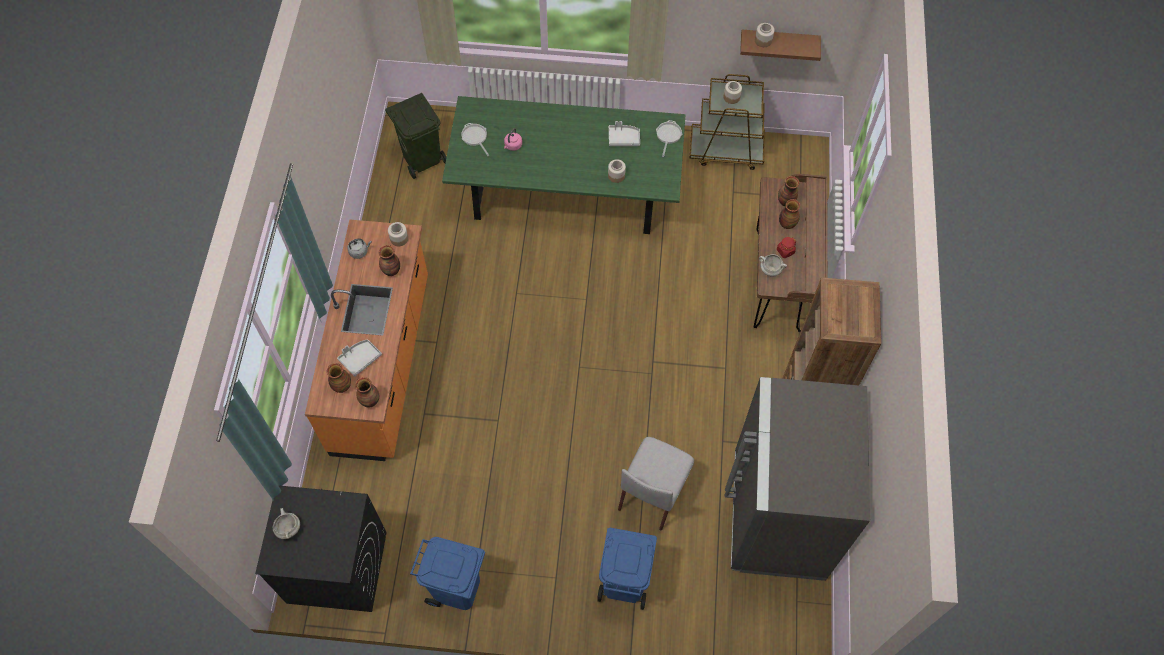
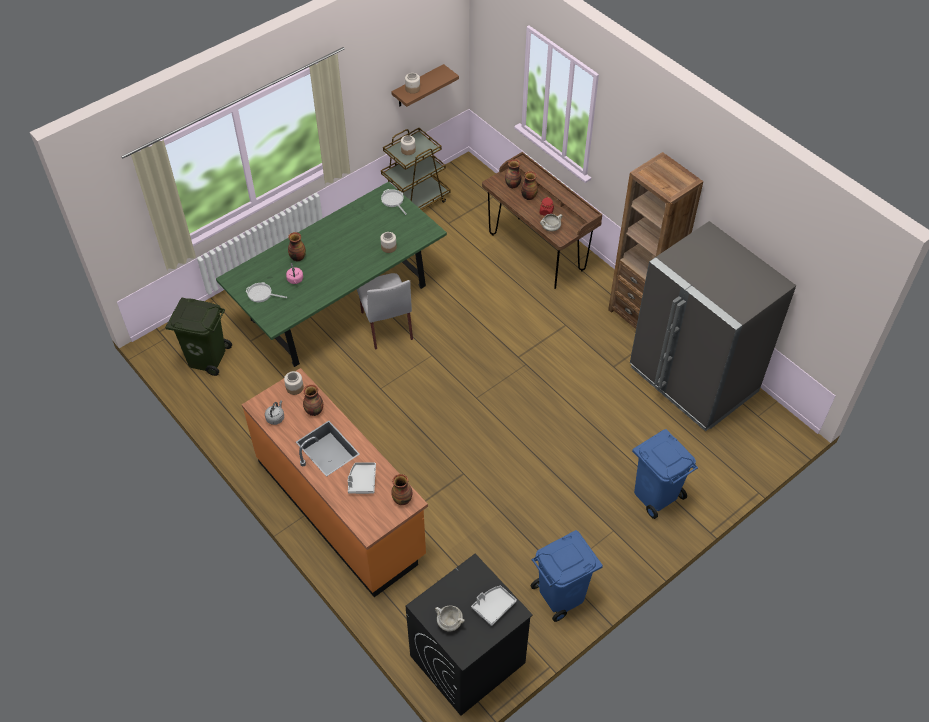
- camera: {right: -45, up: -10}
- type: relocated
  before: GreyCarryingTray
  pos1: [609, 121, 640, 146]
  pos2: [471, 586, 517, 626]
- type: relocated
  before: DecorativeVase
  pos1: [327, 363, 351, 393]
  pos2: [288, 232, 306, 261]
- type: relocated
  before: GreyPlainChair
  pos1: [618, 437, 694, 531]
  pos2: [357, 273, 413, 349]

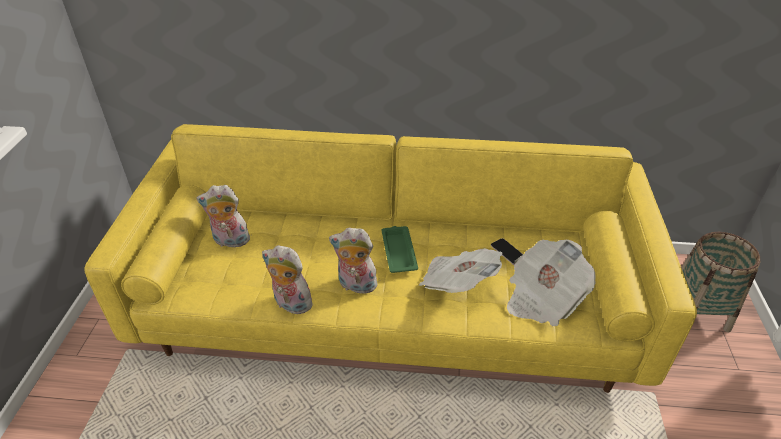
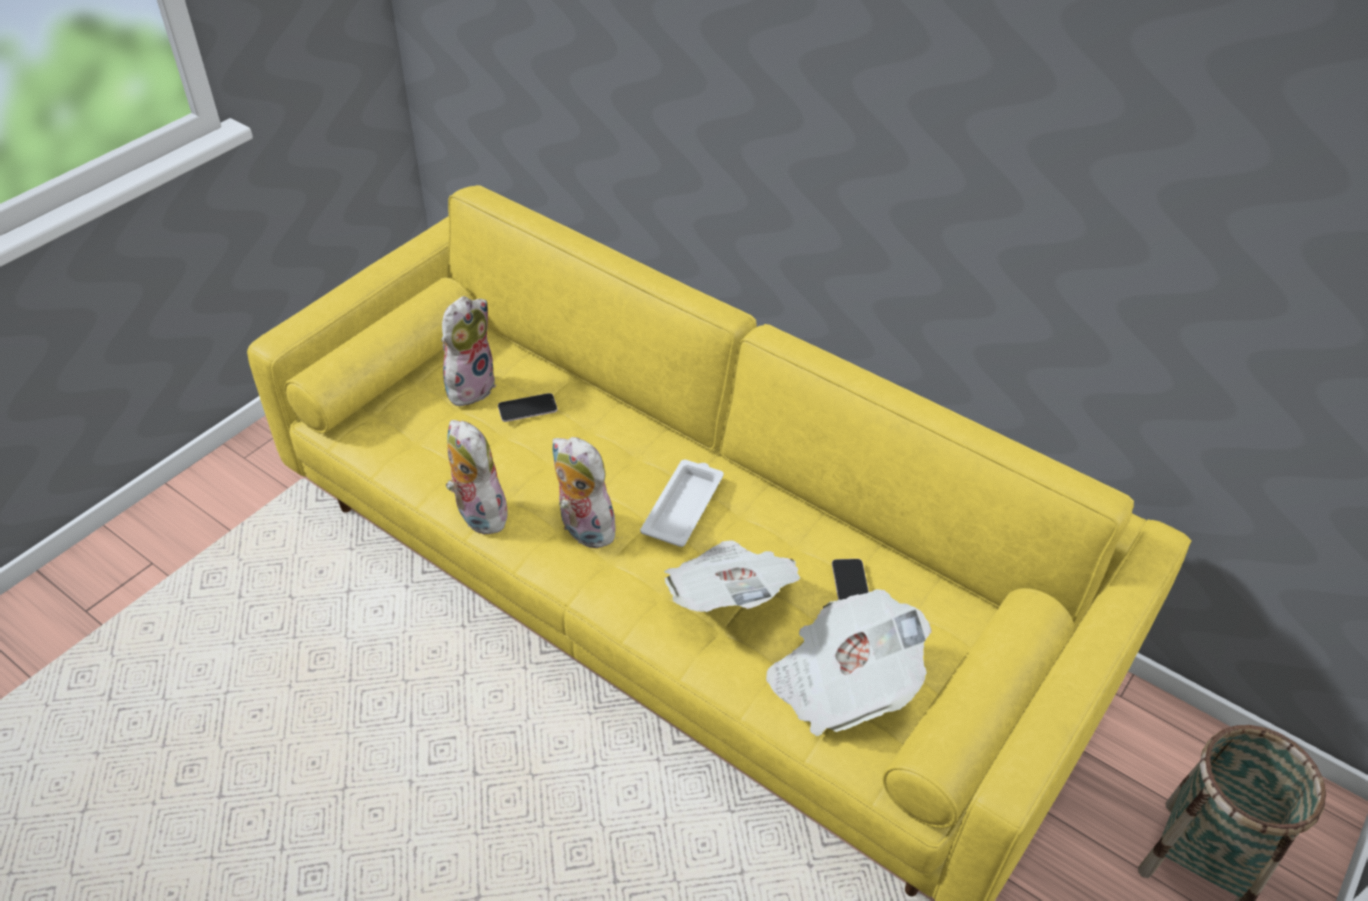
- camera: {right: 30, up: 5}
- type: spun
  before: CuddlyToy
  pos1: [196, 185, 250, 248]
  pos2: [441, 296, 496, 406]
  turn: 90
- type: colour
  before: GreenCarryingTray
  after: WhitishCarryingTray
  pos1: [381, 226, 418, 273]
  pos2: [640, 460, 724, 547]
- type: appeared
  after: Telephone
  pos2: [498, 393, 558, 422]

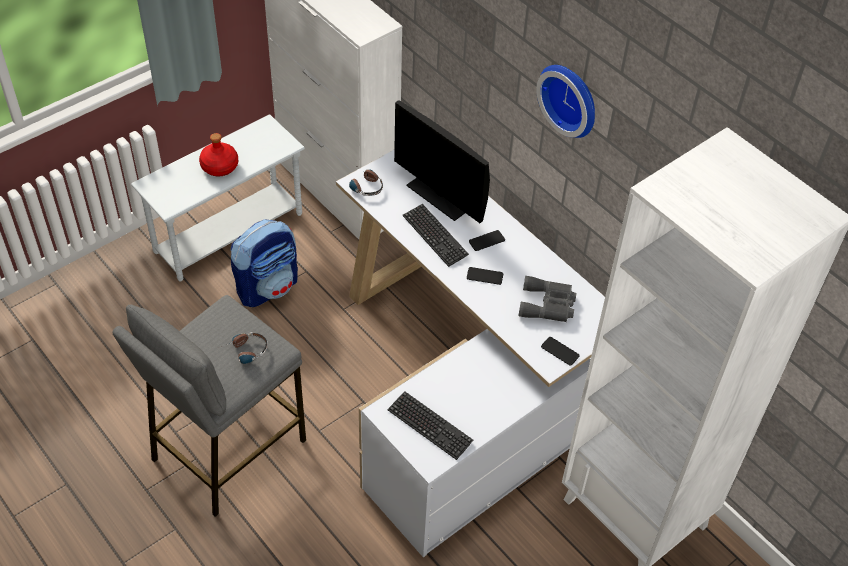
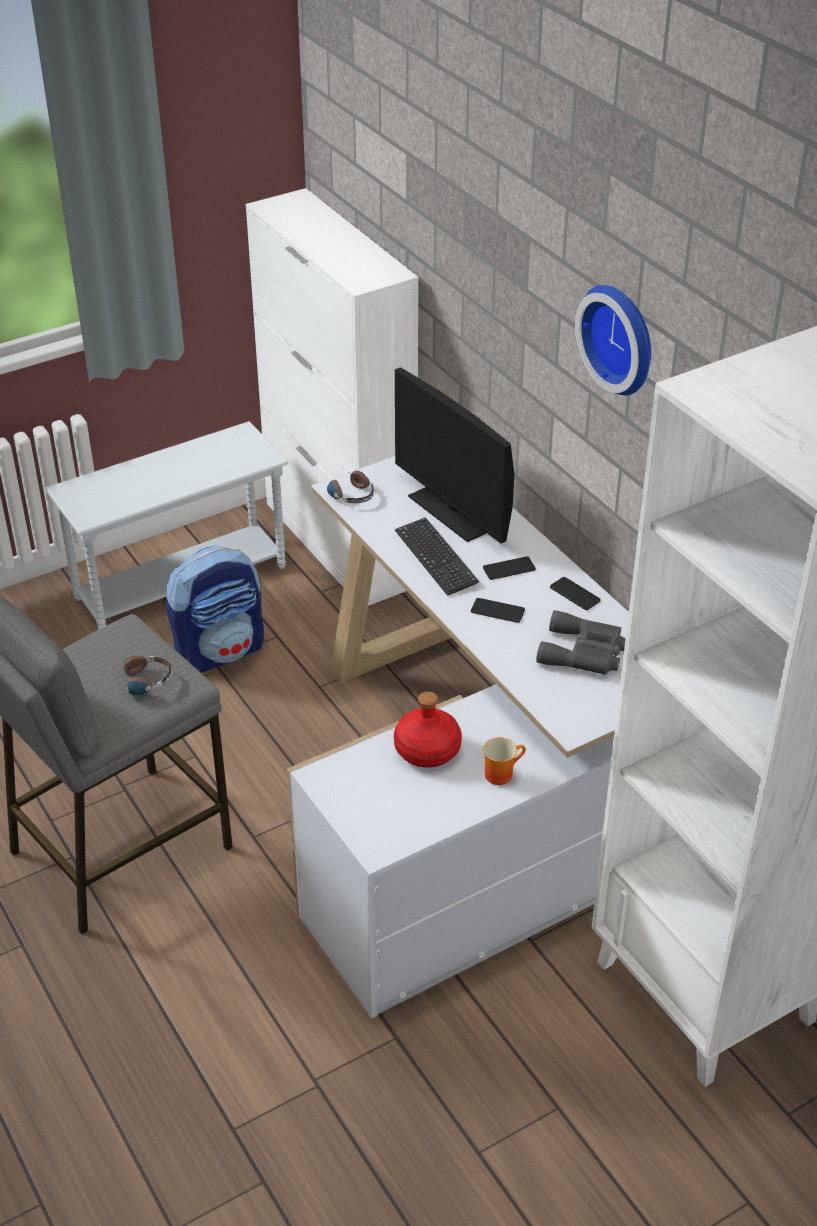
- camera: {right: 10, up: -10}
- type: relocated
  before: RedBeverageBottle
  pos1: [199, 133, 238, 176]
  pos2: [394, 691, 462, 768]
- type: relocated
  before: Telephone
  pos1: [541, 337, 580, 366]
  pos2: [550, 577, 601, 610]
- type: missing
  before: PcKeyboard
  pos1: [387, 391, 473, 460]
- type: appeared
  after: CoffeeMug
  pos2: [483, 737, 526, 785]

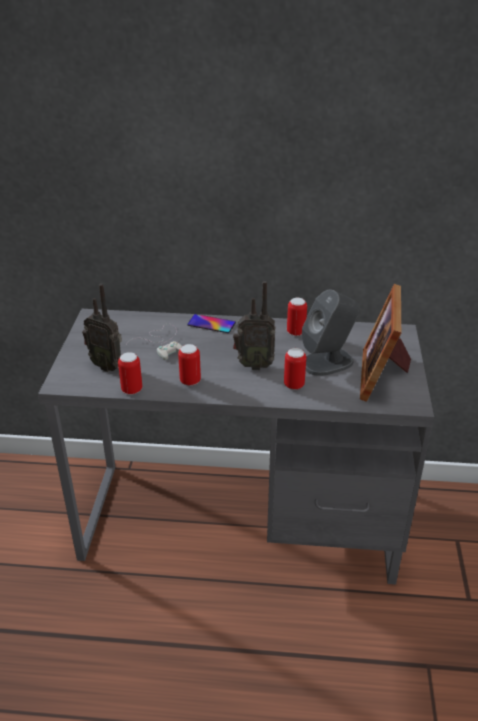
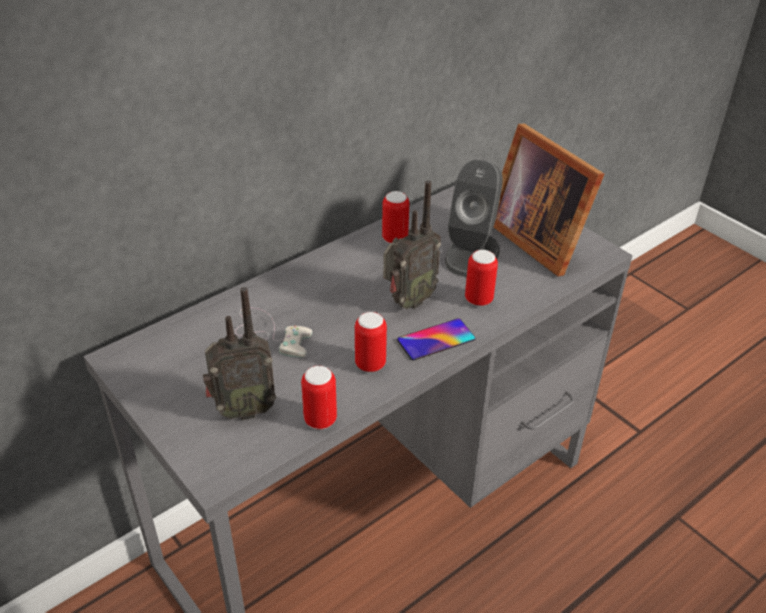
- camera: {right: -45, up: 5}
- type: relocated
  before: Telephone
  pos1: [187, 314, 236, 333]
  pos2: [397, 318, 476, 361]

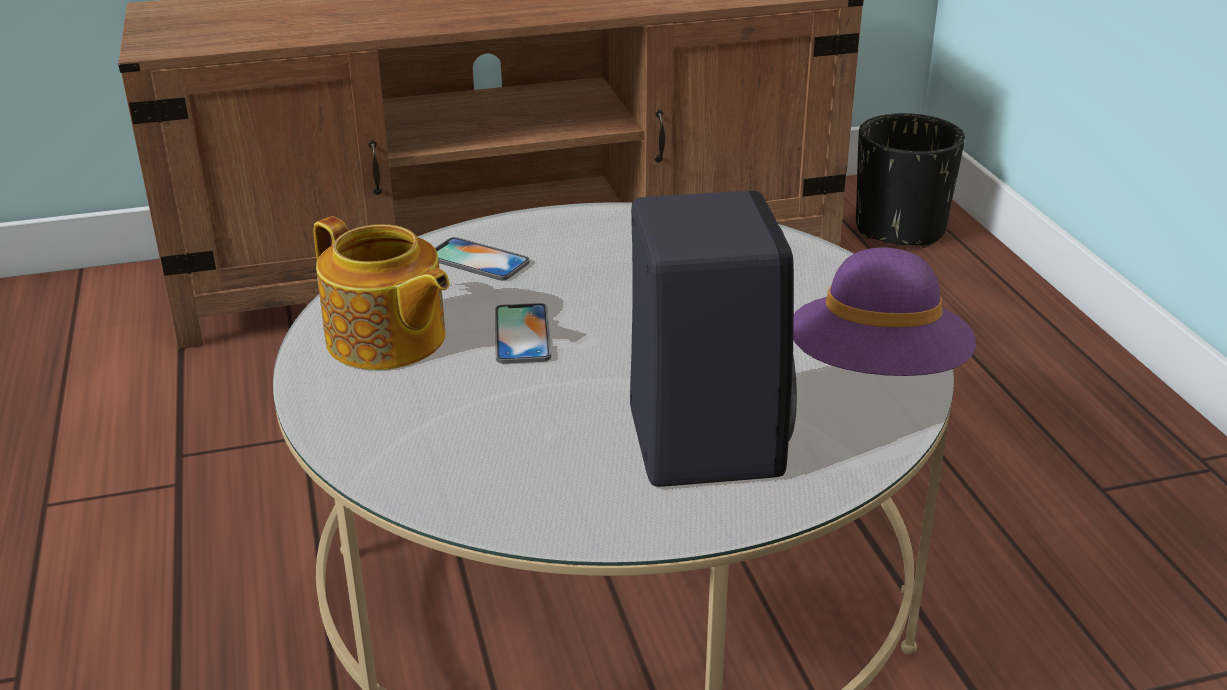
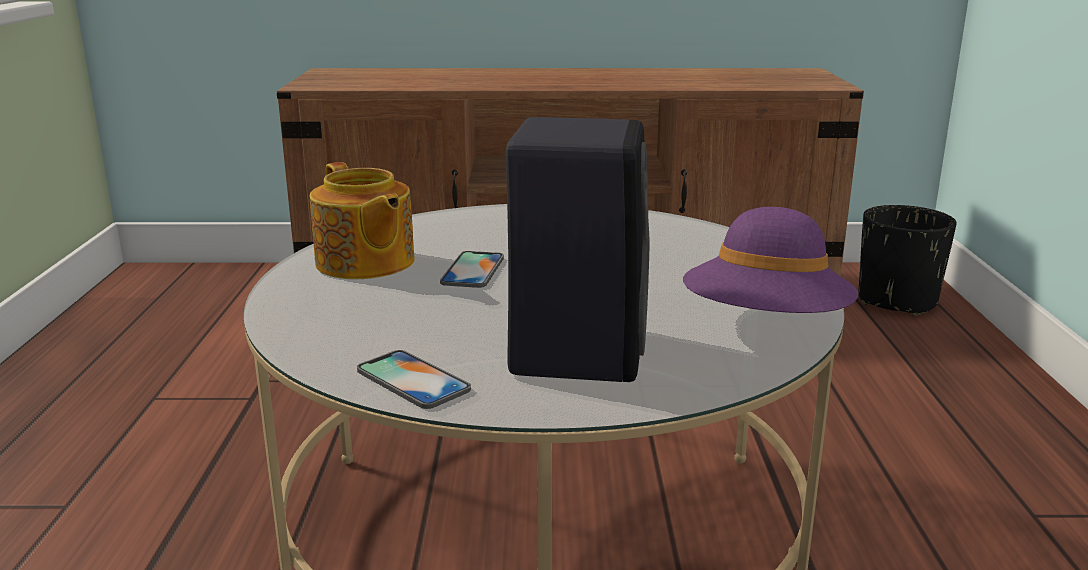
- camera: {right: 15, up: -10}
- type: relocated
  before: Telephone
  pos1: [435, 237, 530, 280]
  pos2: [357, 350, 471, 409]

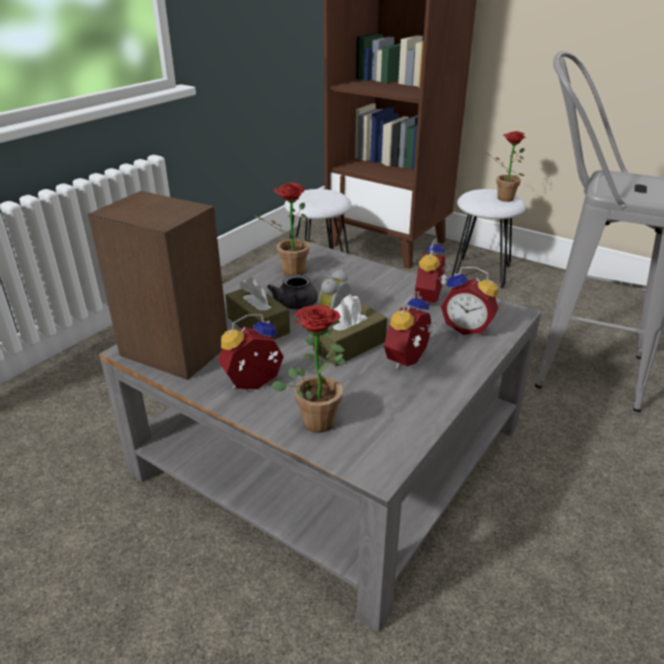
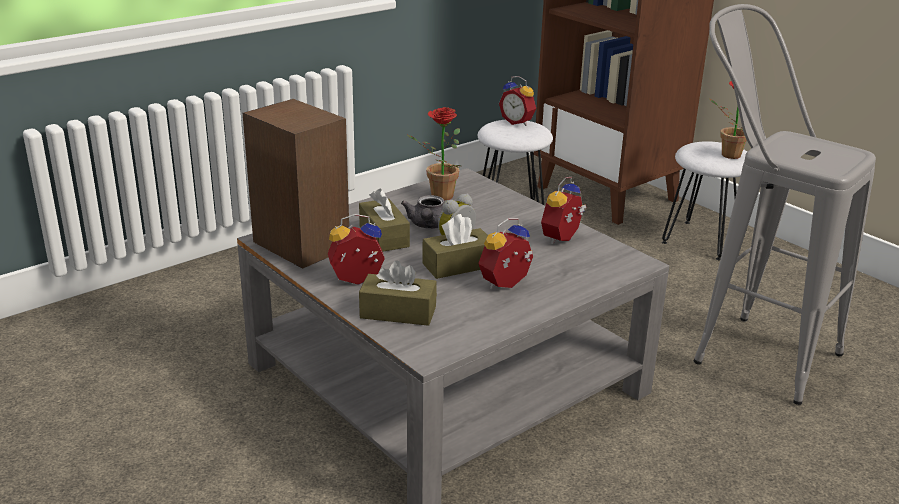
- camera: {right: 15, up: -5}
- type: relocated
  before: AlarmClock
  pos1: [441, 267, 498, 335]
  pos2: [499, 76, 536, 126]
- type: exchanged
  before: PlantInAPot
  after: BrownishTissueBox
  pos1: [271, 305, 346, 433]
  pos2: [359, 260, 437, 326]

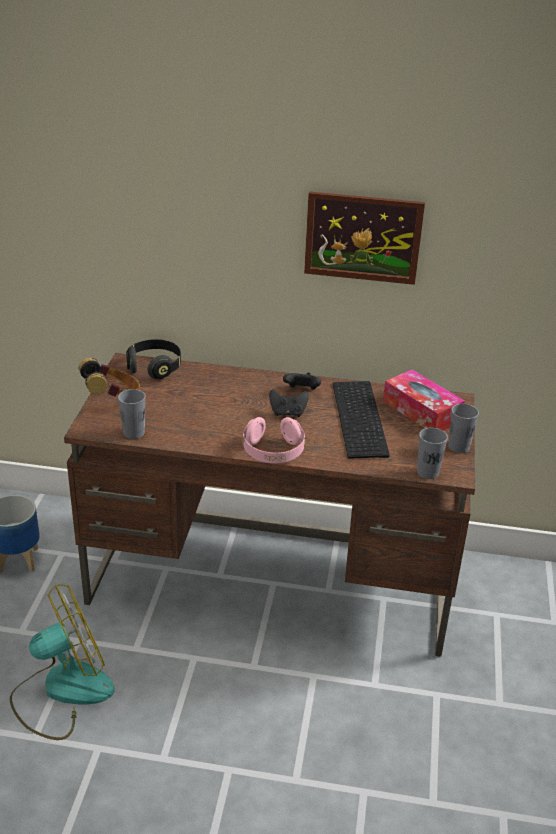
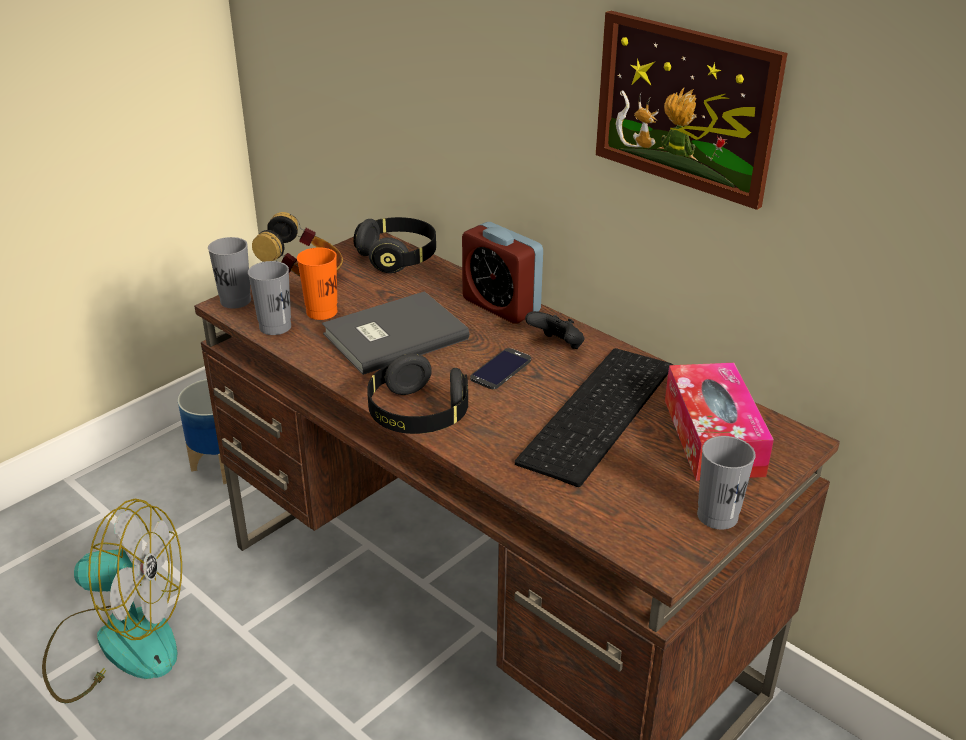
- camera: {right: 35, up: 0}
- type: exchanged
  before: BlackColouredJoypad
  after: Telephone
  pos1: [269, 389, 309, 417]
  pos2: [470, 348, 531, 389]
- type: colour
  before: PinkishHeadset
  after: BlackColouredHeadset
  pos1: [243, 417, 305, 463]
  pos2: [367, 353, 468, 434]
- type: relocated
  before: GreyCup
  pos1: [417, 428, 448, 479]
  pos2: [208, 237, 251, 309]
- type: appeared
  after: AlarmClock
  pos2: [462, 222, 543, 323]
- type: appeared
  after: OrangeColouredCup
  pos2: [297, 247, 337, 320]
- type: appeared
  after: GreyVolume
  pos2: [322, 291, 469, 375]

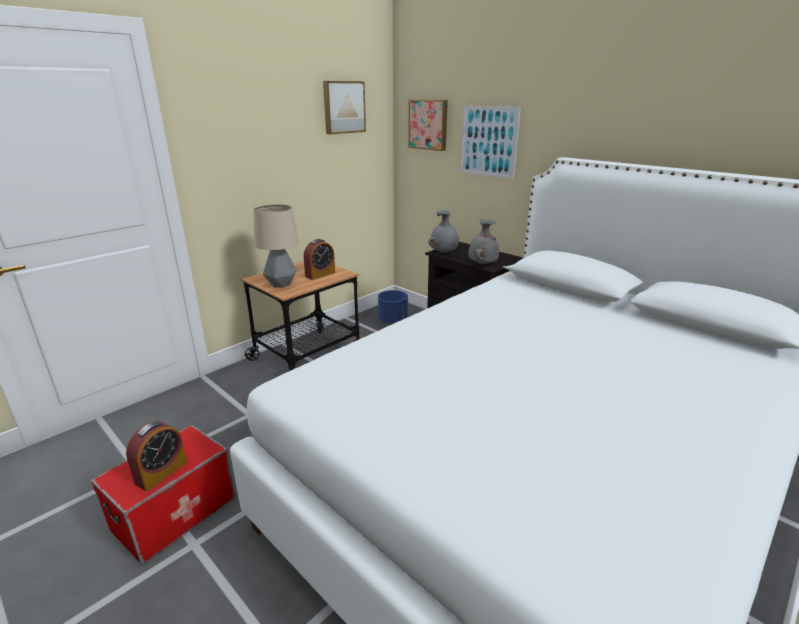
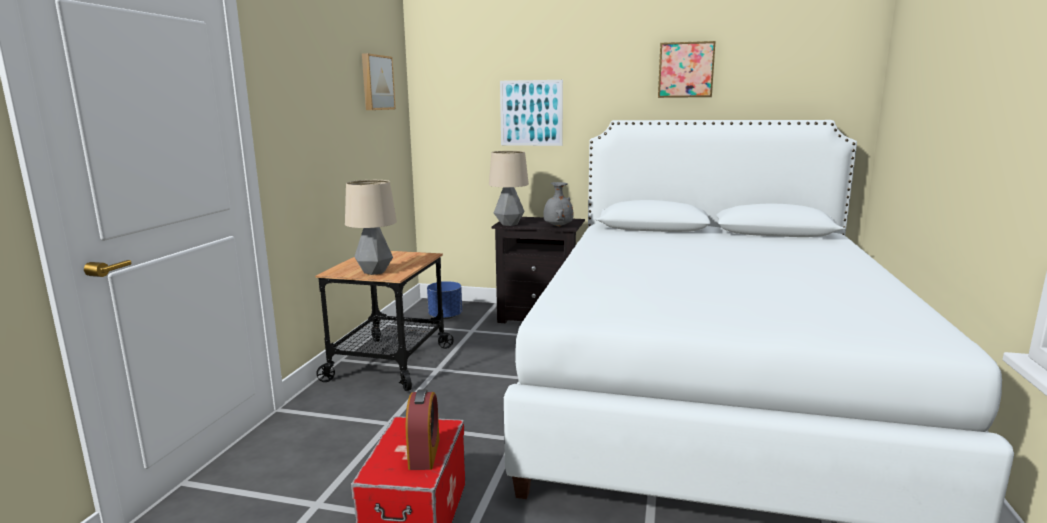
- camera: {right: -30, up: -10}
- type: relocated
  before: Picture
  pos1: [408, 99, 448, 151]
  pos2: [658, 41, 716, 98]
- type: exchanged
  before: GreyDecorativeVase
  after: TabletopLamp
  pos1: [428, 210, 459, 253]
  pos2: [489, 151, 529, 226]
- type: missing
  before: AlarmClock
  pos1: [304, 239, 335, 280]

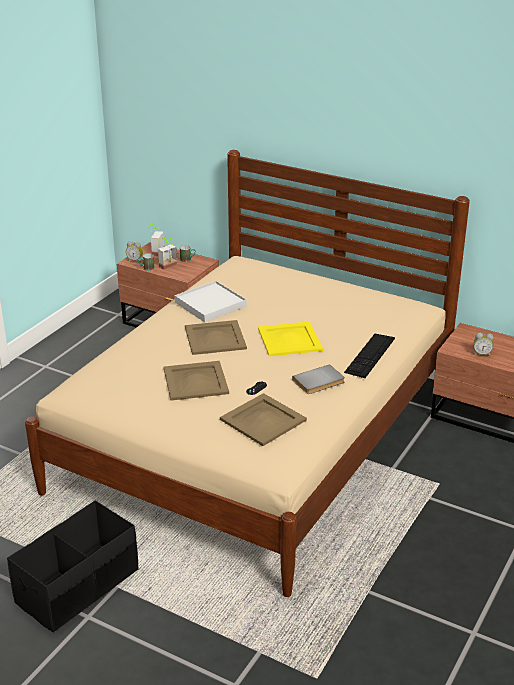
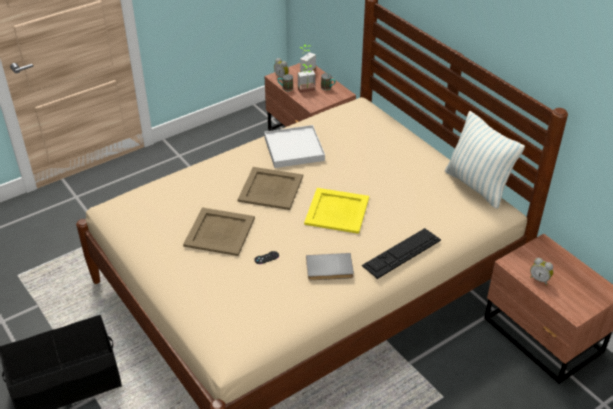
- camera: {right: 25, up: 10}
- type: missing
  before: BeigeCarryingTray
  pos1: [220, 393, 307, 446]
- type: appeared
  after: Cushion
  pos2: [445, 111, 525, 209]

